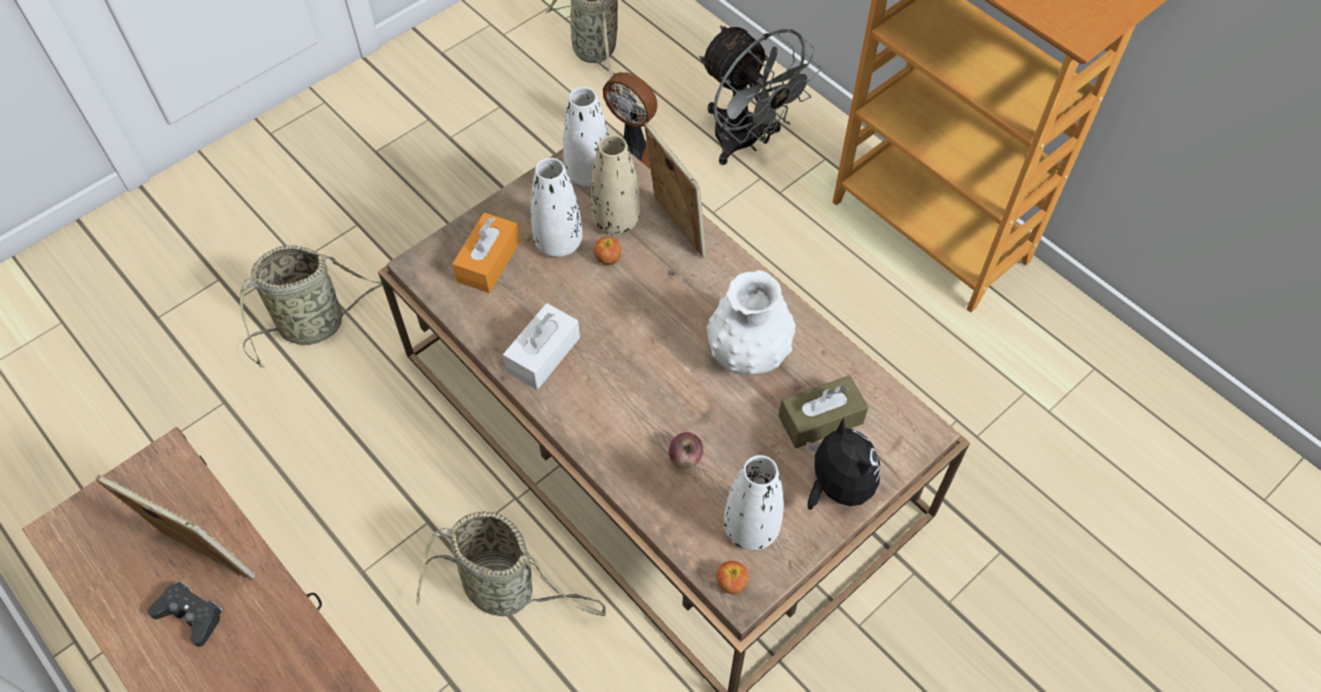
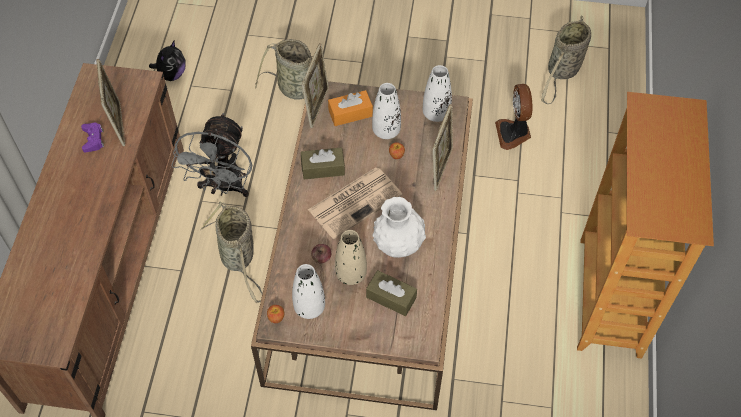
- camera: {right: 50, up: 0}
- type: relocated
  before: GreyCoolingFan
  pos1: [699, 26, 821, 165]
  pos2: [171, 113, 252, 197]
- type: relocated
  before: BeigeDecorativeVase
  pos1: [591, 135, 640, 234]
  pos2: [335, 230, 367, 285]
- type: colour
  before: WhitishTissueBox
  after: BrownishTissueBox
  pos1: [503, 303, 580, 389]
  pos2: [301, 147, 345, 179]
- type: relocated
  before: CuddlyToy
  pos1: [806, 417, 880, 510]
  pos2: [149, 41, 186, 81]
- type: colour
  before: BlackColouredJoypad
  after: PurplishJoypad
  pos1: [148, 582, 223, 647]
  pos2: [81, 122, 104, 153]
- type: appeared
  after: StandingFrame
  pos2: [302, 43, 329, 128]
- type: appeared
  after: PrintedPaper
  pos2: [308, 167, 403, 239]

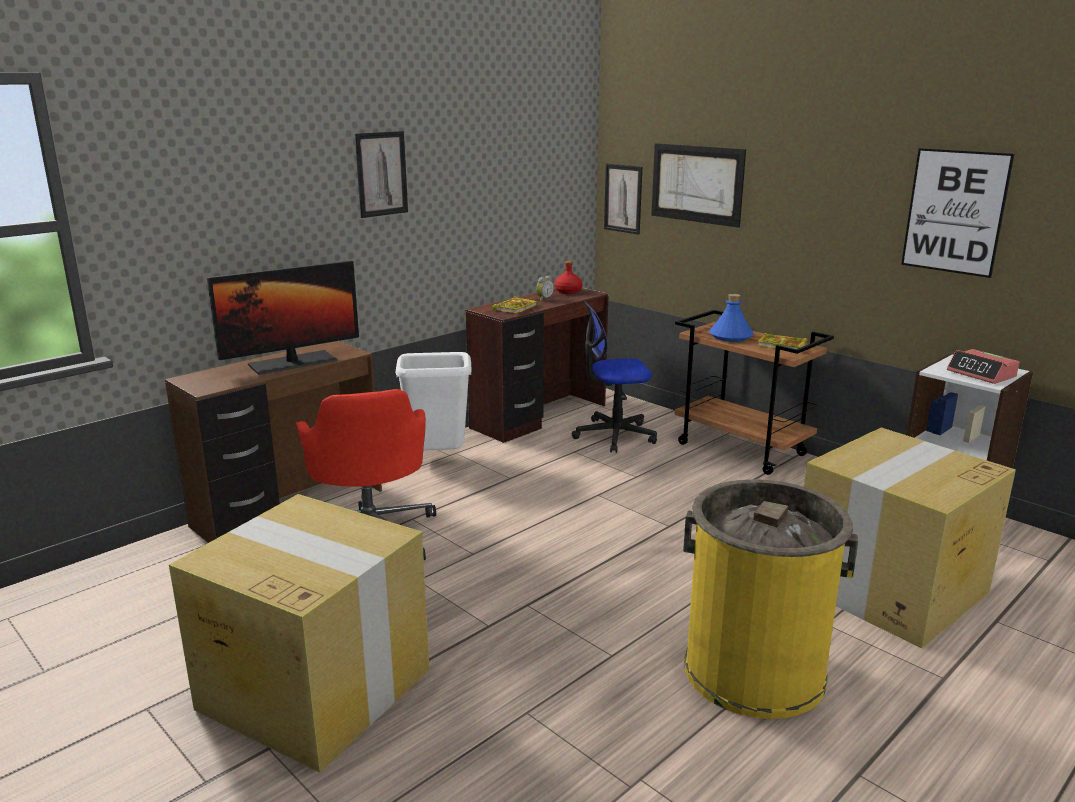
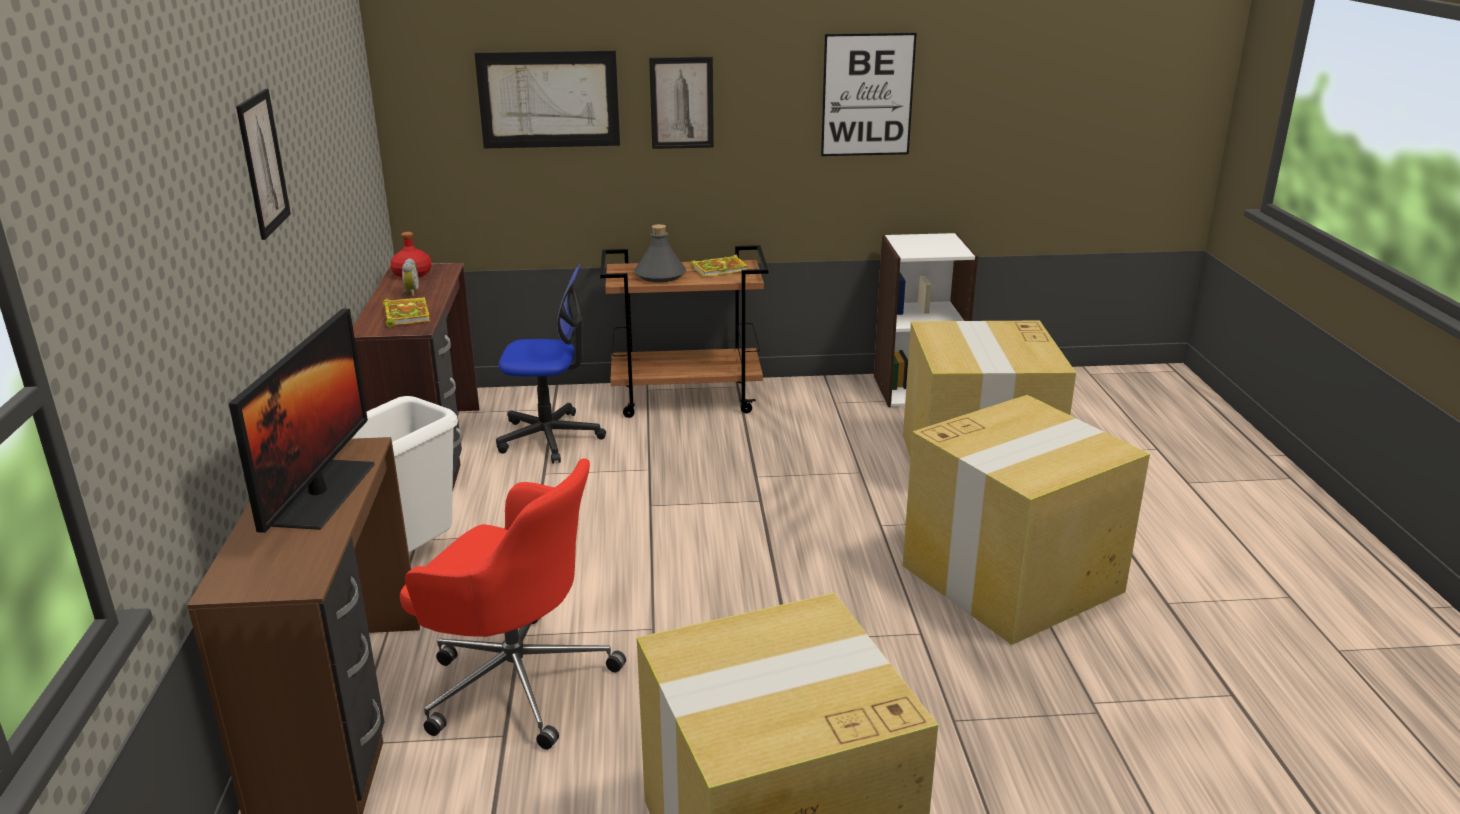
- camera: {right: -50, up: 5}
- type: relocated
  before: Picture
  pos1: [604, 164, 642, 235]
  pos2: [649, 57, 714, 149]
- type: colour
  before: BlueBeverageBottle
  after: GreyBeverageBottle
  pos1: [709, 294, 754, 342]
  pos2: [634, 224, 686, 282]
- type: spun
  before: OfficeChair
  pos1: [572, 301, 657, 453]
  pos2: [496, 264, 606, 463]
  turn: -120
- type: missing
  before: AlarmClock
  pos1: [947, 349, 1020, 384]
- type: exchanged
  before: YellowWasteBin
  after: Carton
  pos1: [683, 479, 858, 719]
  pos2: [902, 395, 1150, 645]

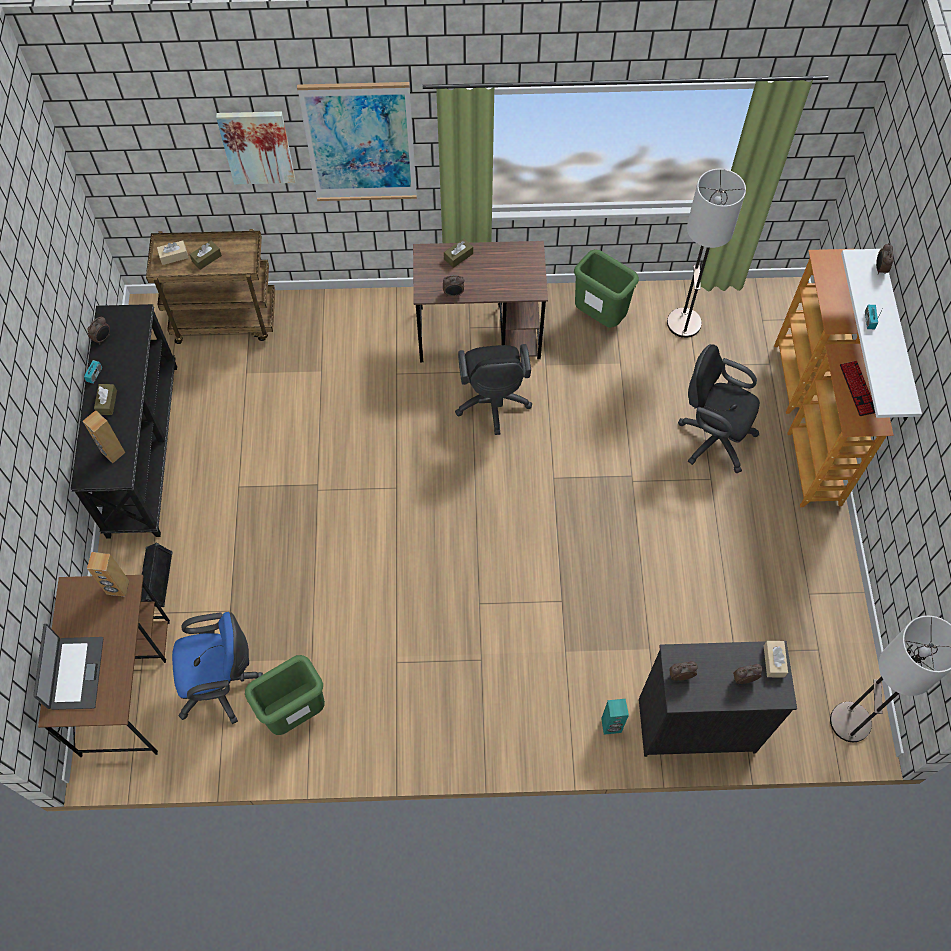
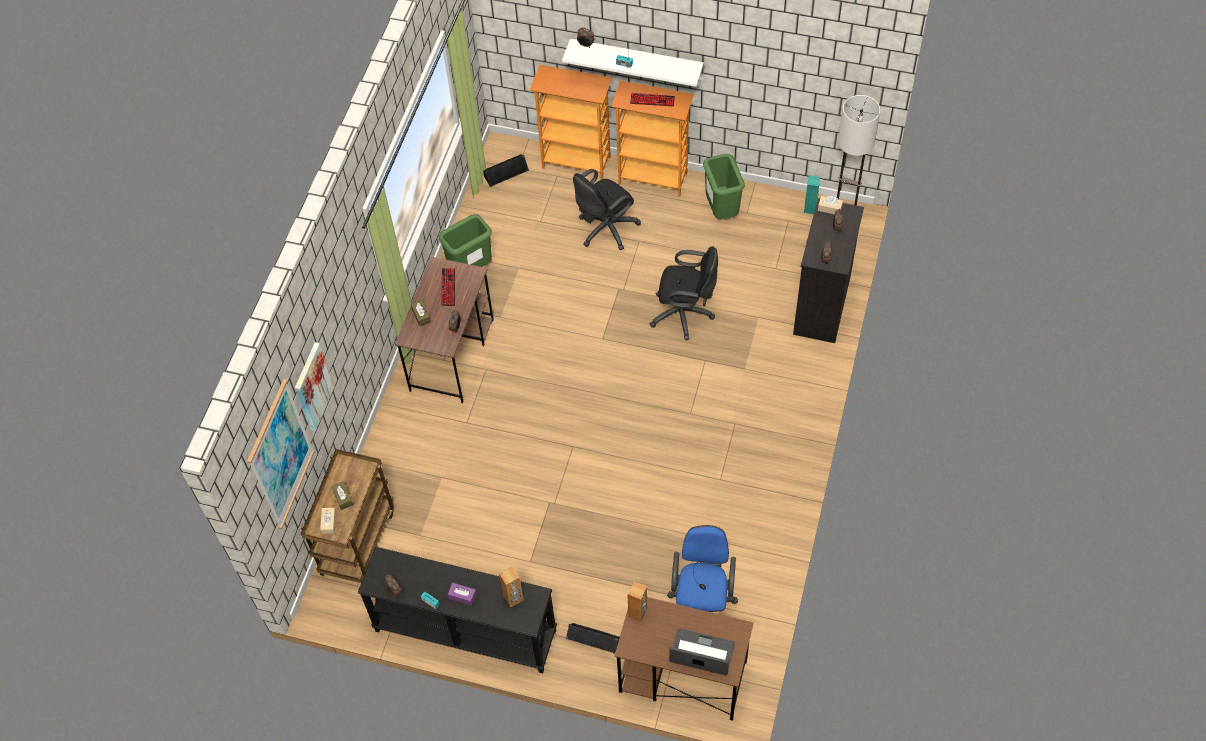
- camera: {right: -70, up: -5}
- type: relocated
  before: Picture
  pos1: [297, 82, 417, 201]
  pos2: [247, 379, 315, 529]
- type: missing
  before: StandingLamp
  pos1: [667, 169, 746, 338]
- type: relocated
  before: BlackColouredOfficeChair
  pos1: [455, 344, 532, 435]
  pos2: [650, 247, 718, 340]
- type: colour
  before: BrownishTissueBox
  after: PurplishTissueBox
  pos1: [94, 384, 117, 415]
  pos2: [448, 583, 477, 605]
- type: relocated
  before: GreenWasteBin
  pos1: [245, 655, 325, 735]
  pos2: [703, 154, 745, 220]
- type: relocated
  before: TurquoiseLoudspeaker
  pos1: [601, 699, 629, 735]
  pos2: [804, 176, 820, 214]
- type: appeared
  after: BlackColouredLoudspeaker
  pos2: [483, 154, 529, 187]
- type: appeared
  after: PcKeyboard
  pos2: [441, 268, 455, 306]

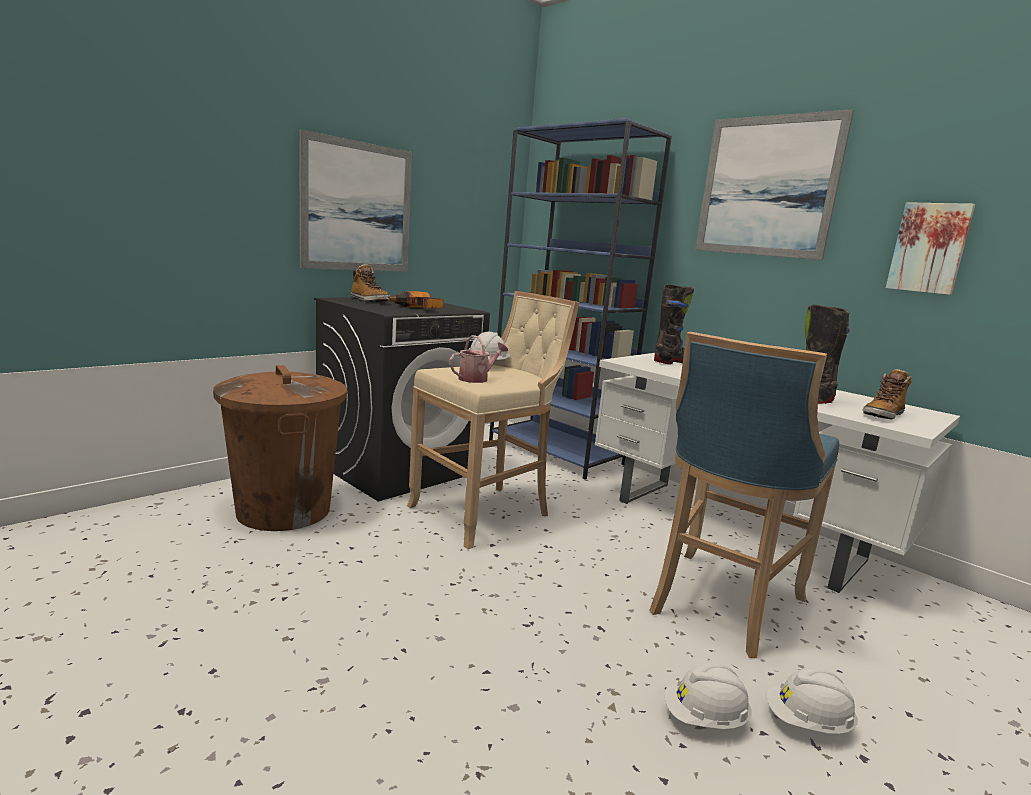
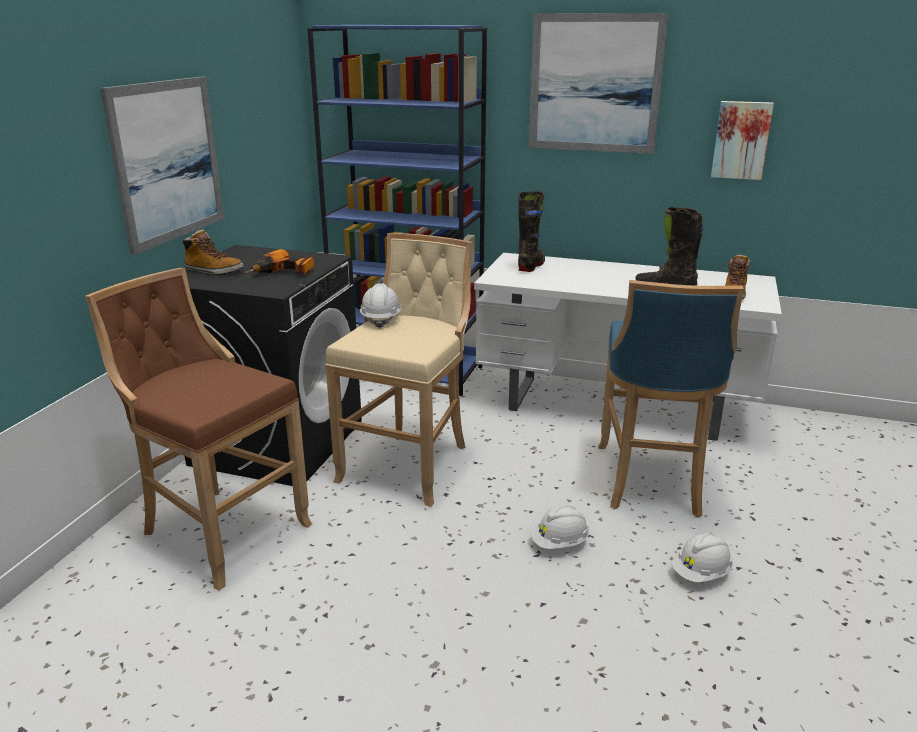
- camera: {right: -25, up: 10}
- type: missing
  before: SprinklingCan
  pos1: [449, 335, 508, 383]
- type: exchanged
  before: BrownishWasteBin
  after: BrownishStool
  pos1: [213, 365, 347, 531]
  pos2: [85, 268, 312, 591]
- type: relocated
  before: WhitishWorkHelmet
  pos1: [767, 668, 858, 734]
  pos2: [530, 505, 590, 549]

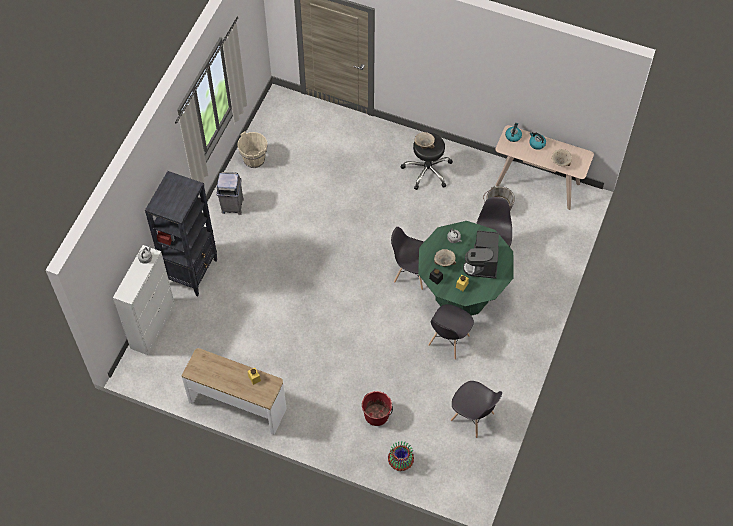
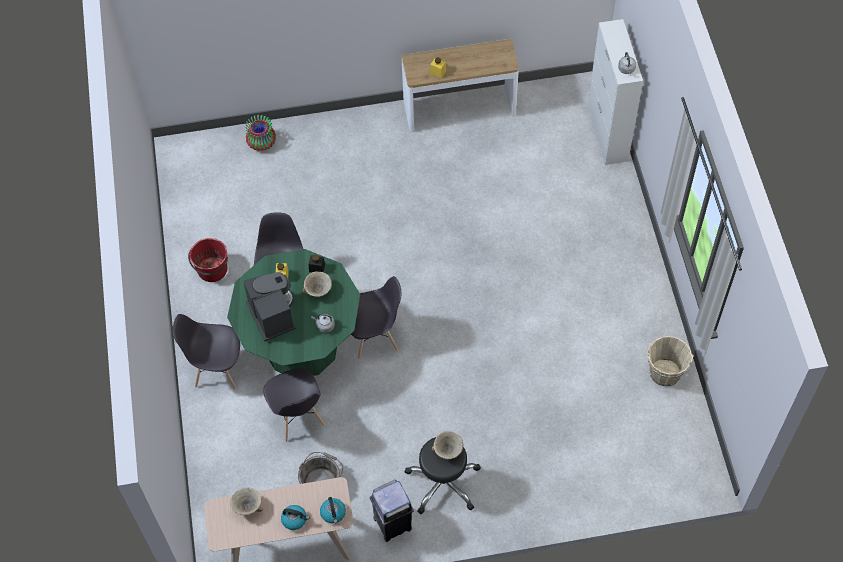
- camera: {right: 150, up: 0}
- type: missing
  before: BlackColouredBookshelf
  pos1: [145, 171, 218, 296]
- type: relocated
  before: GreyWasteBin
  pos1: [216, 172, 244, 215]
  pos2: [370, 480, 414, 542]
- type: relocated
  before: GreyPlainChair
  pos1: [451, 381, 502, 438]
  pos2: [173, 314, 241, 389]
- type: relocated
  before: RedWaterBucket
  pos1: [362, 391, 393, 426]
  pos2: [188, 238, 228, 282]

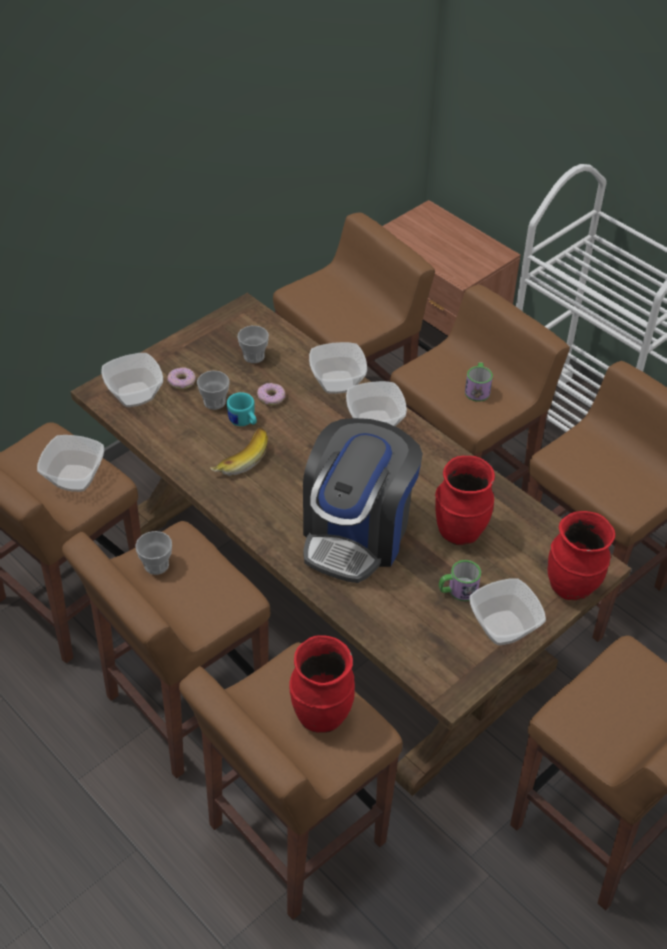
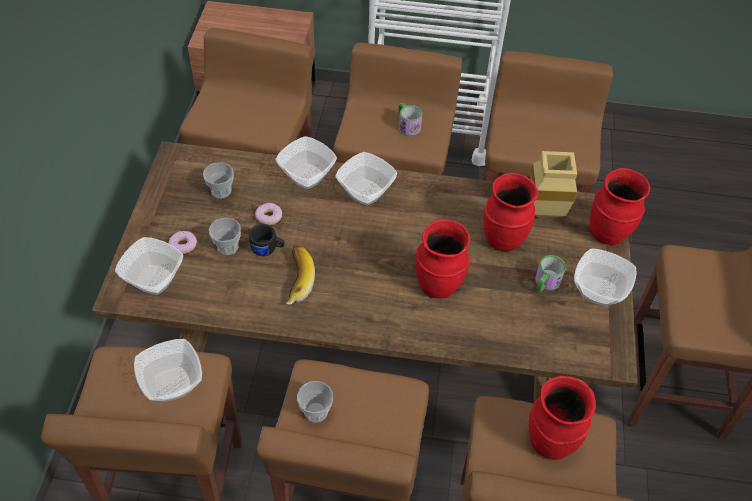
- camera: {right: -40, up: 5}
- type: colour
  before: TurquoiseCoffeeMug
  after: BlackColouredCoffeeMug
  pos1: [227, 392, 257, 426]
  pos2: [249, 224, 285, 256]
- type: exchanged
  before: CoffeeMaker
  after: RedDecorativeVase
  pos1: [303, 418, 423, 583]
  pos2: [416, 219, 470, 299]
- type: appeared
  after: BeigeDecorativeVase
  pos2: [531, 151, 577, 218]

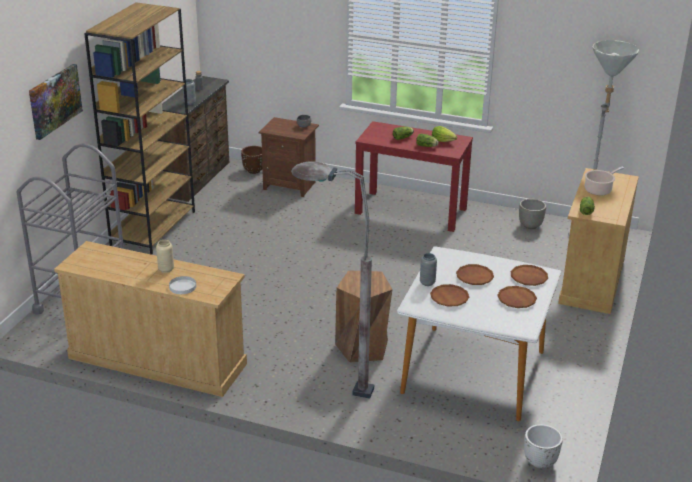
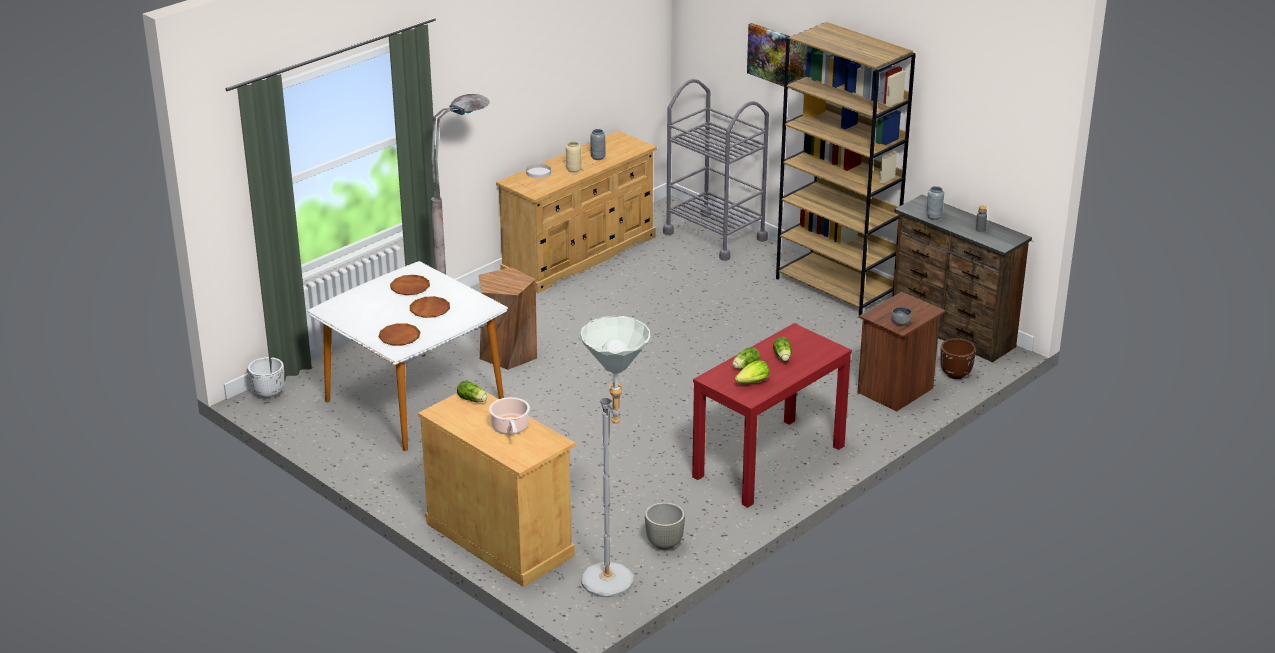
- camera: {right: 115, up: 0}
- type: relocated
  before: GreyDecorativeVase
  pos1: [420, 253, 437, 286]
  pos2: [590, 129, 606, 160]
- type: missing
  before: BrownishDinnerPlate
  pos1: [497, 286, 537, 308]

